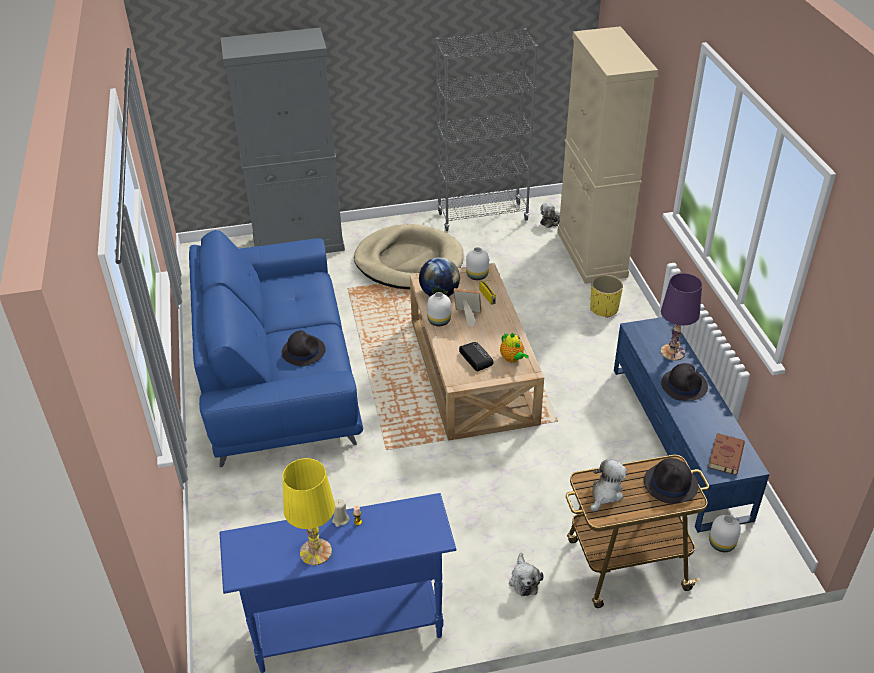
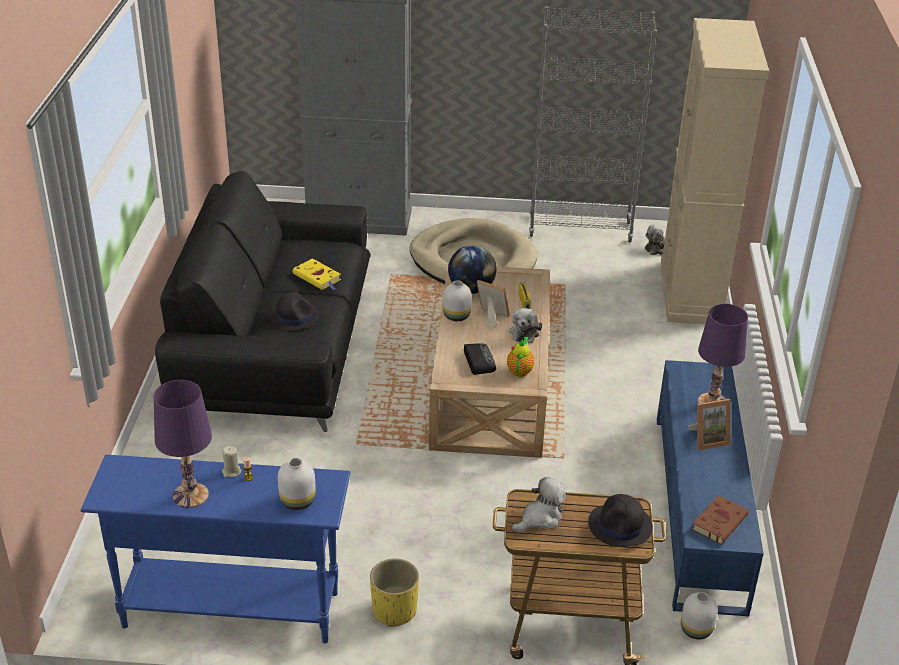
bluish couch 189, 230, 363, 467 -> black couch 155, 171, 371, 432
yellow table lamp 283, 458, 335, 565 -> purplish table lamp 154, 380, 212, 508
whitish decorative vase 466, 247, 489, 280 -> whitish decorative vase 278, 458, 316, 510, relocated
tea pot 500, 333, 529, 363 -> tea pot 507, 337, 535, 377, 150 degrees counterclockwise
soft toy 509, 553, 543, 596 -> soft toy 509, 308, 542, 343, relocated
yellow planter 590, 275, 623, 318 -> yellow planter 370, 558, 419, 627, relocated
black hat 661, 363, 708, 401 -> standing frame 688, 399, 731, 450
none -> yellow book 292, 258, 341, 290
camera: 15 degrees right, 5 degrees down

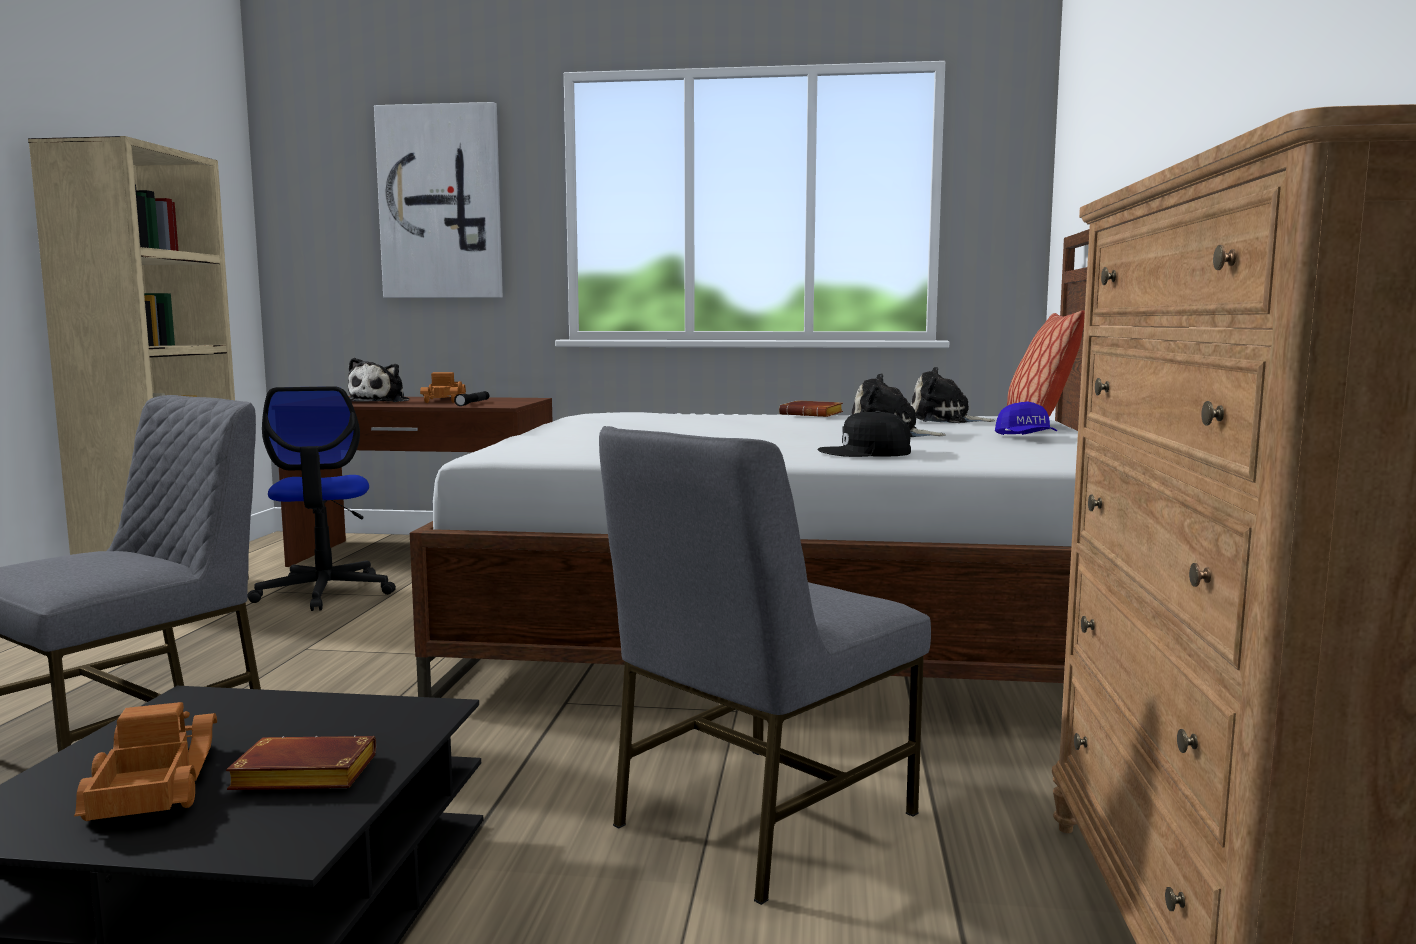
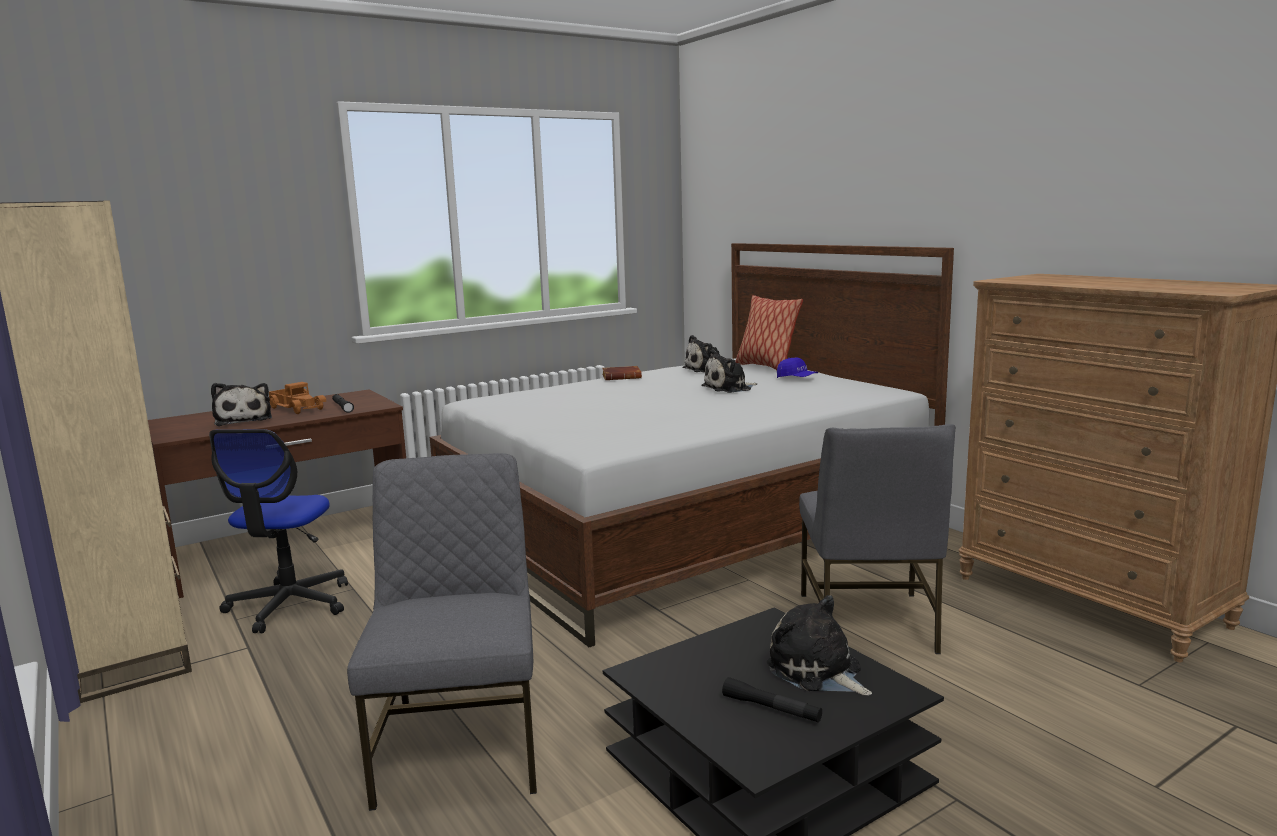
toy truck 74, 702, 217, 821 -> black hand torch 722, 677, 822, 723
brown book 226, 735, 376, 790 -> soft toy 767, 595, 872, 696
office chair 247, 386, 396, 611 -> office chair 209, 429, 348, 633, 60 degrees clockwise
wall art 374, 102, 503, 298 -> none
black peaked cap 817, 411, 911, 457 -> none
camera: 40 degrees left, 5 degrees up

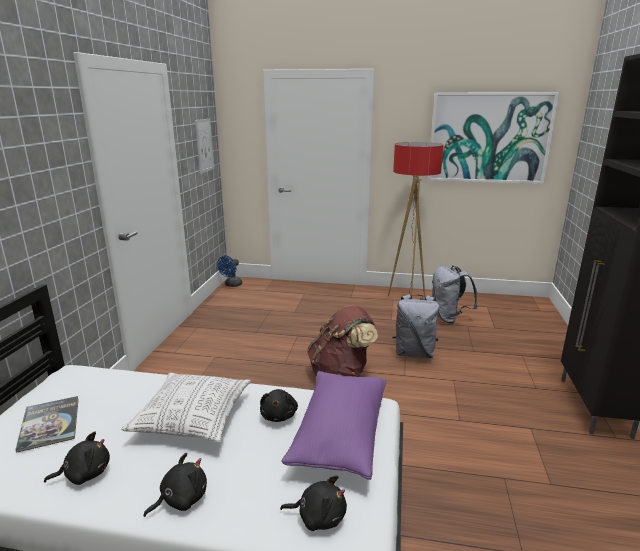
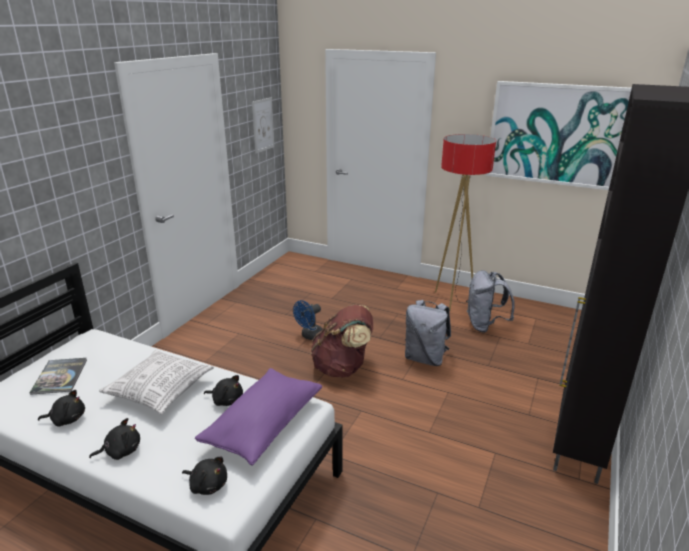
bluish cooling fan 217, 255, 242, 287 -> bluish cooling fan 293, 300, 322, 340, relocated
black soft toy 260, 389, 298, 422 -> black soft toy 204, 375, 243, 406, 90 degrees counterclockwise
camera: 15 degrees right, 5 degrees up

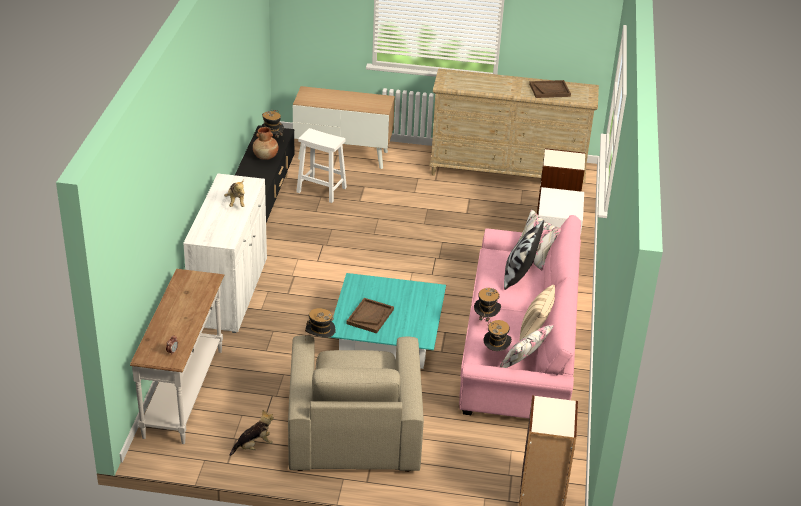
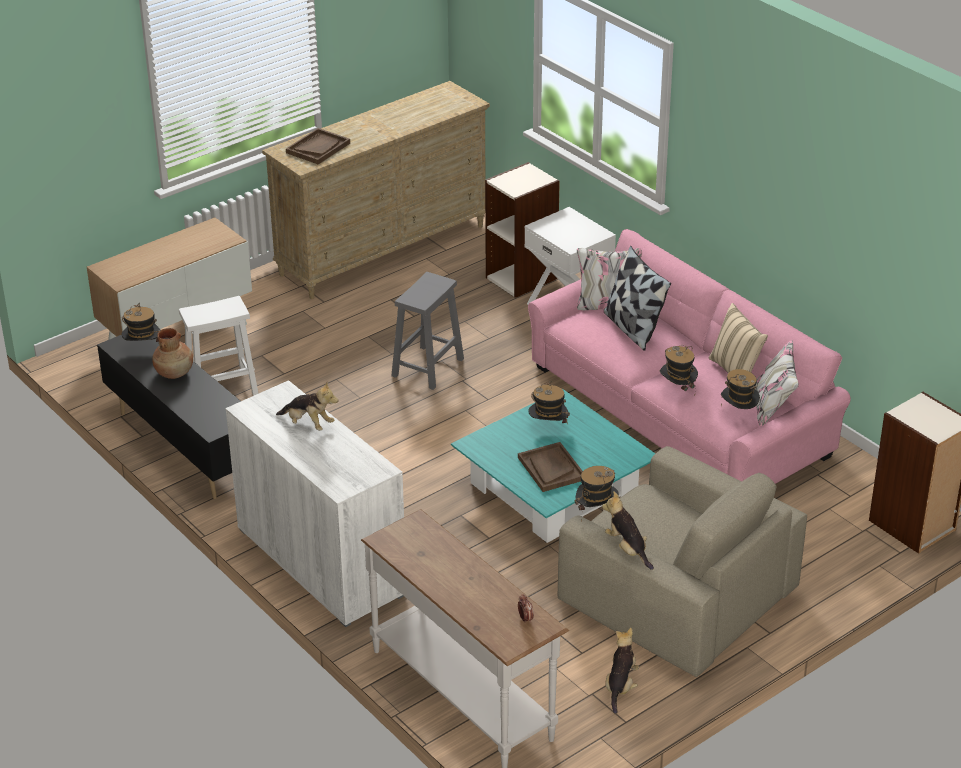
brown carrying tray 529, 80, 571, 98 -> brown carrying tray 286, 128, 350, 164, relocated
none -> grey sitting stool 391, 272, 464, 390
none -> hat 528, 381, 570, 424
none -> soft toy 602, 491, 654, 570
camera: 45 degrees left, 0 degrees up

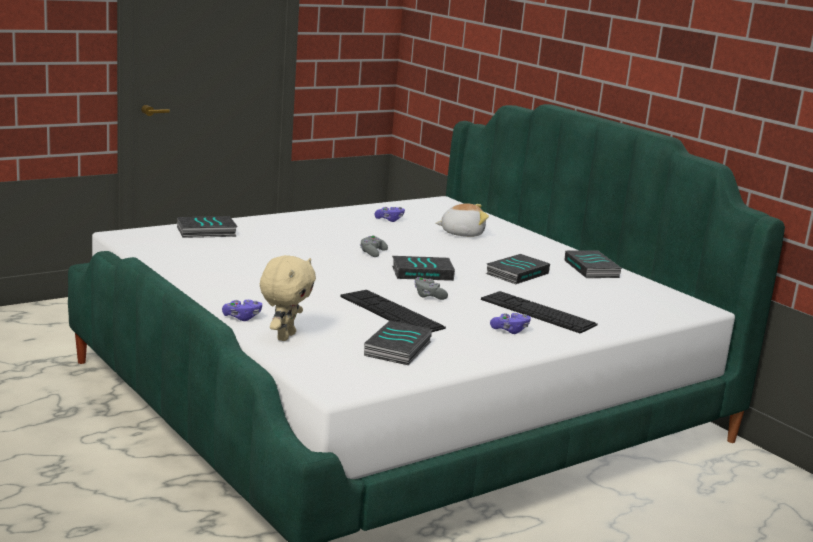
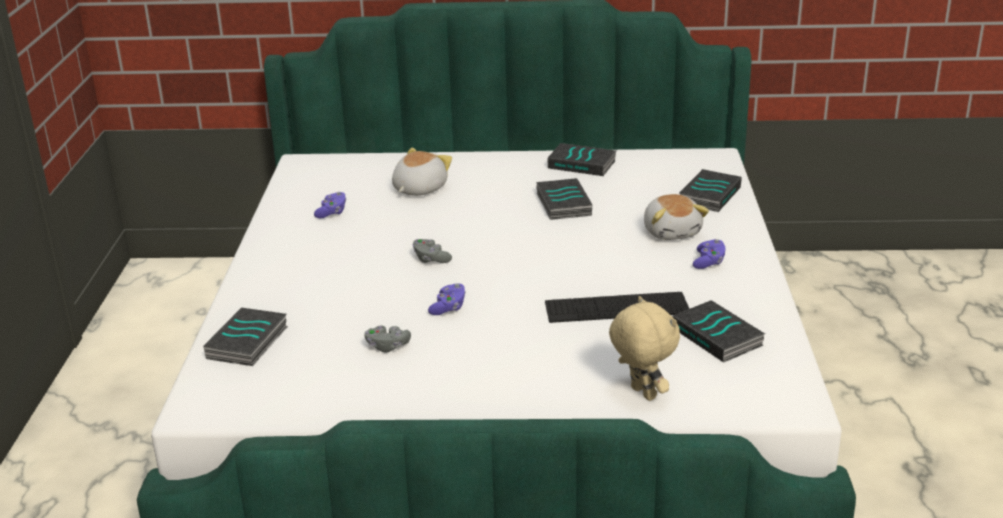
purplish game controller 222, 300, 262, 321 -> purplish game controller 428, 283, 466, 315, relocated
book 392, 256, 455, 281 -> book 679, 169, 742, 212, relocated
grey game controller 414, 277, 448, 300 -> grey game controller 364, 325, 411, 352, relocated
PC keyboard 481, 291, 598, 333 -> soft toy 644, 194, 709, 240
camera: 50 degrees left, 10 degrees up

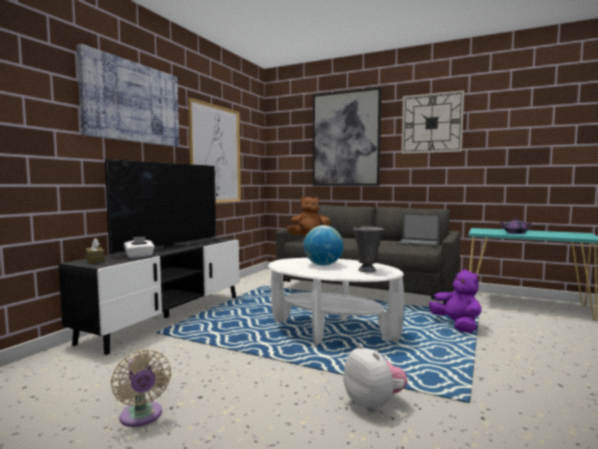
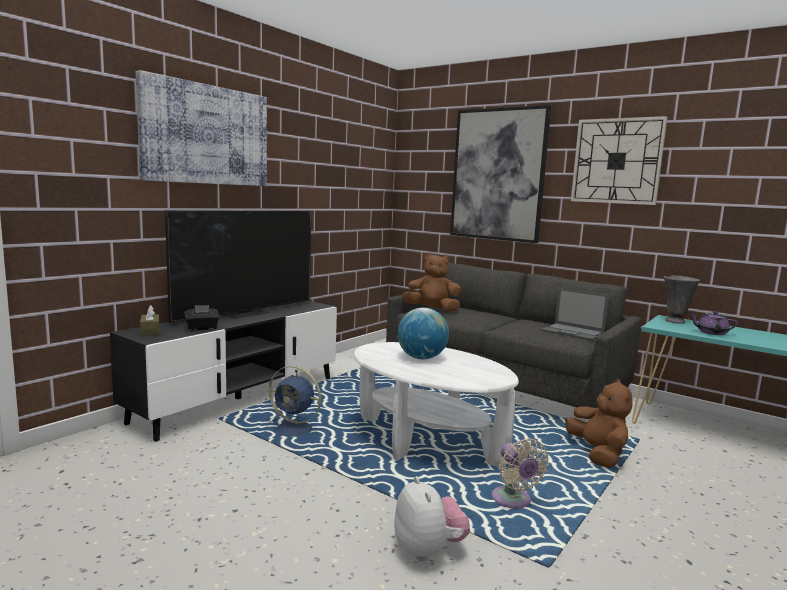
beige cooling fan 111, 349, 171, 427 -> beige cooling fan 491, 438, 549, 508, relocated
whitish tissue holder 124, 236, 155, 258 -> black tissue holder 185, 305, 219, 330
wall art 188, 98, 241, 203 -> none
grey decorative vase 353, 227, 384, 272 -> grey decorative vase 664, 275, 700, 324, relocated
purplish soft toy 429, 268, 482, 333 -> brown soft toy 565, 379, 633, 468
none -> bluish cooling fan 264, 366, 321, 437
camera: 10 degrees right, 5 degrees up

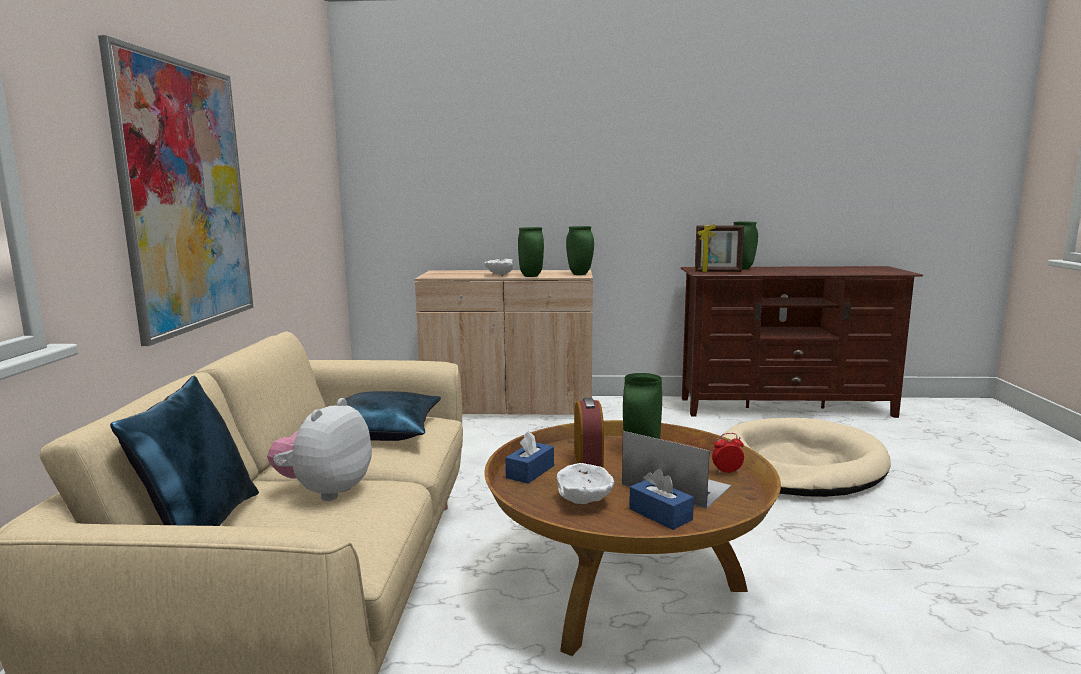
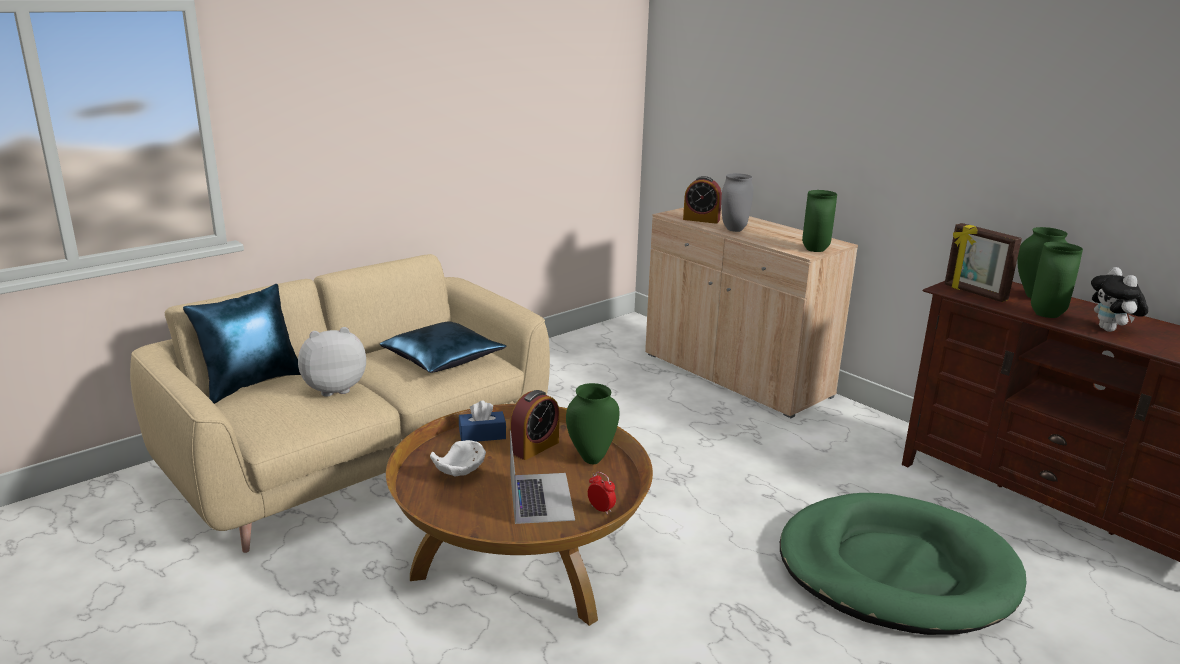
wall art 98, 35, 254, 346 -> none
whitish deep dish 484, 259, 513, 276 -> grey decorative vase 721, 173, 753, 232
greenish decorative vase 518, 227, 544, 277 -> greenish decorative vase 1031, 242, 1083, 318, relocated
bluish tissue holder 629, 469, 694, 530 -> none
beige dog bed 723, 418, 891, 497 -> greenish dog bed 780, 493, 1026, 635
none -> table clock 683, 176, 722, 224
none -> soft toy 1091, 267, 1148, 332
camera: 45 degrees right, 10 degrees up

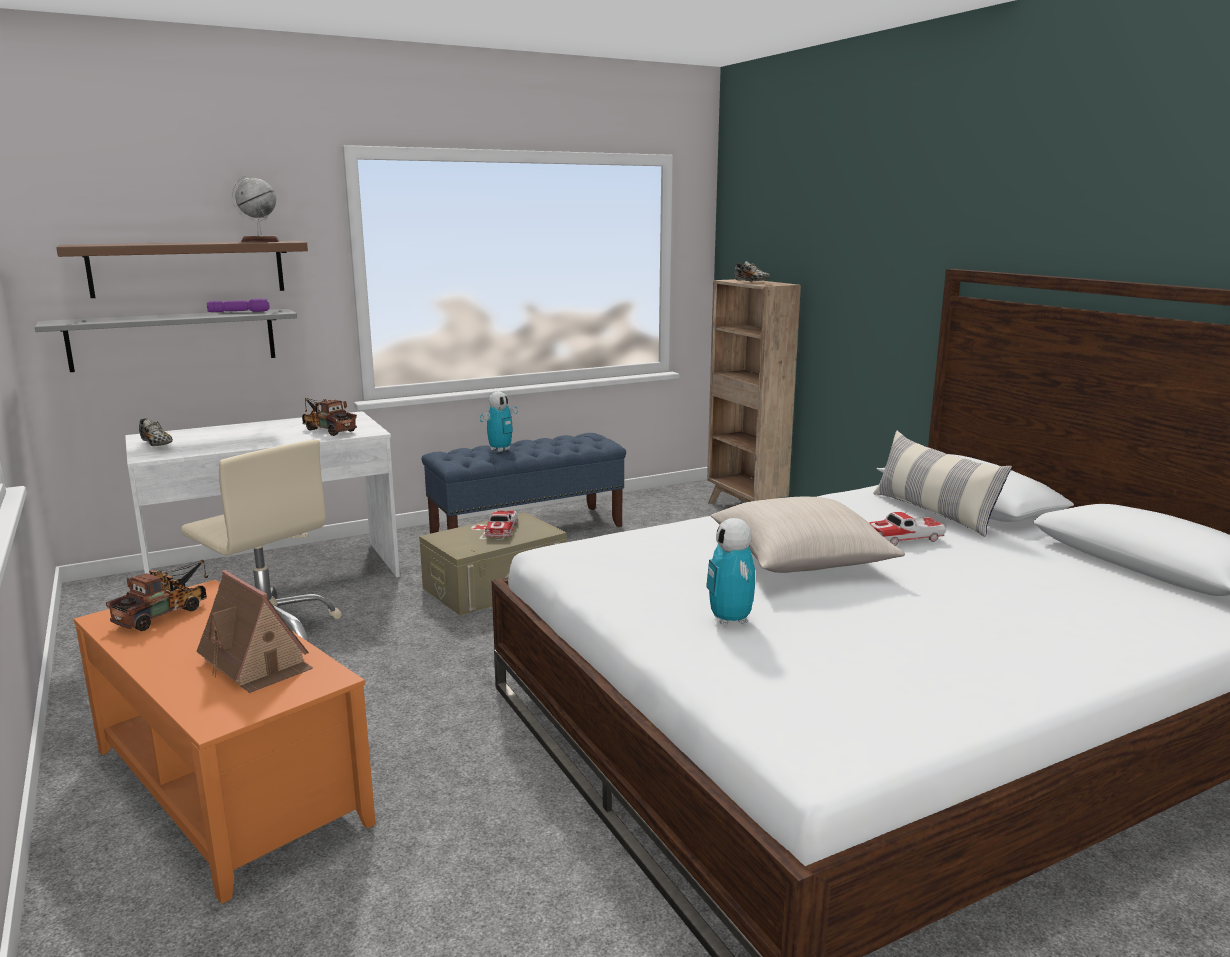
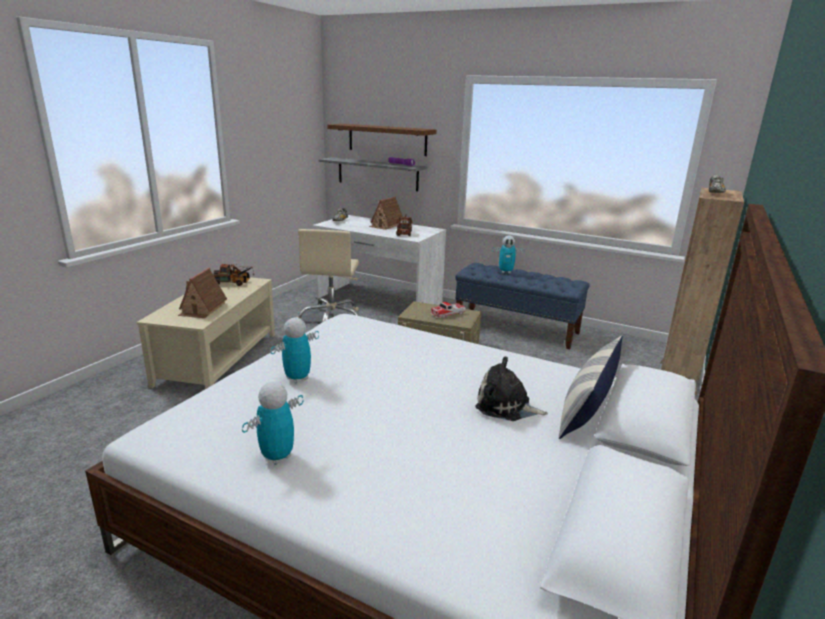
orangey low table 74, 579, 376, 904 -> beige low table 137, 277, 275, 389
globe 231, 176, 279, 242 -> none
beige pillow 710, 497, 905, 573 -> none
model car 869, 512, 946, 546 -> soft toy 475, 357, 548, 421
none -> toy robot 242, 382, 303, 465
none -> model house 369, 197, 403, 230
camera: 55 degrees right, 5 degrees up

